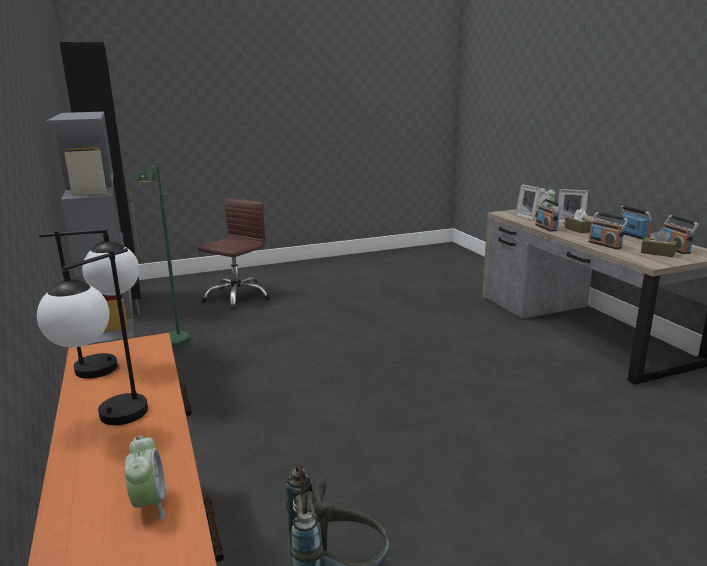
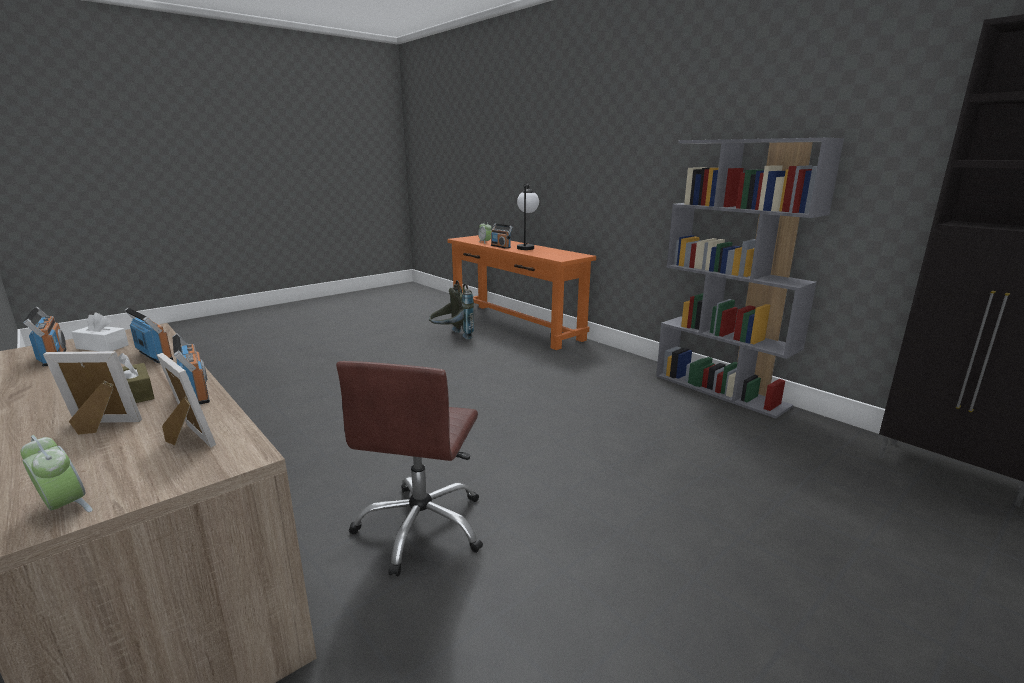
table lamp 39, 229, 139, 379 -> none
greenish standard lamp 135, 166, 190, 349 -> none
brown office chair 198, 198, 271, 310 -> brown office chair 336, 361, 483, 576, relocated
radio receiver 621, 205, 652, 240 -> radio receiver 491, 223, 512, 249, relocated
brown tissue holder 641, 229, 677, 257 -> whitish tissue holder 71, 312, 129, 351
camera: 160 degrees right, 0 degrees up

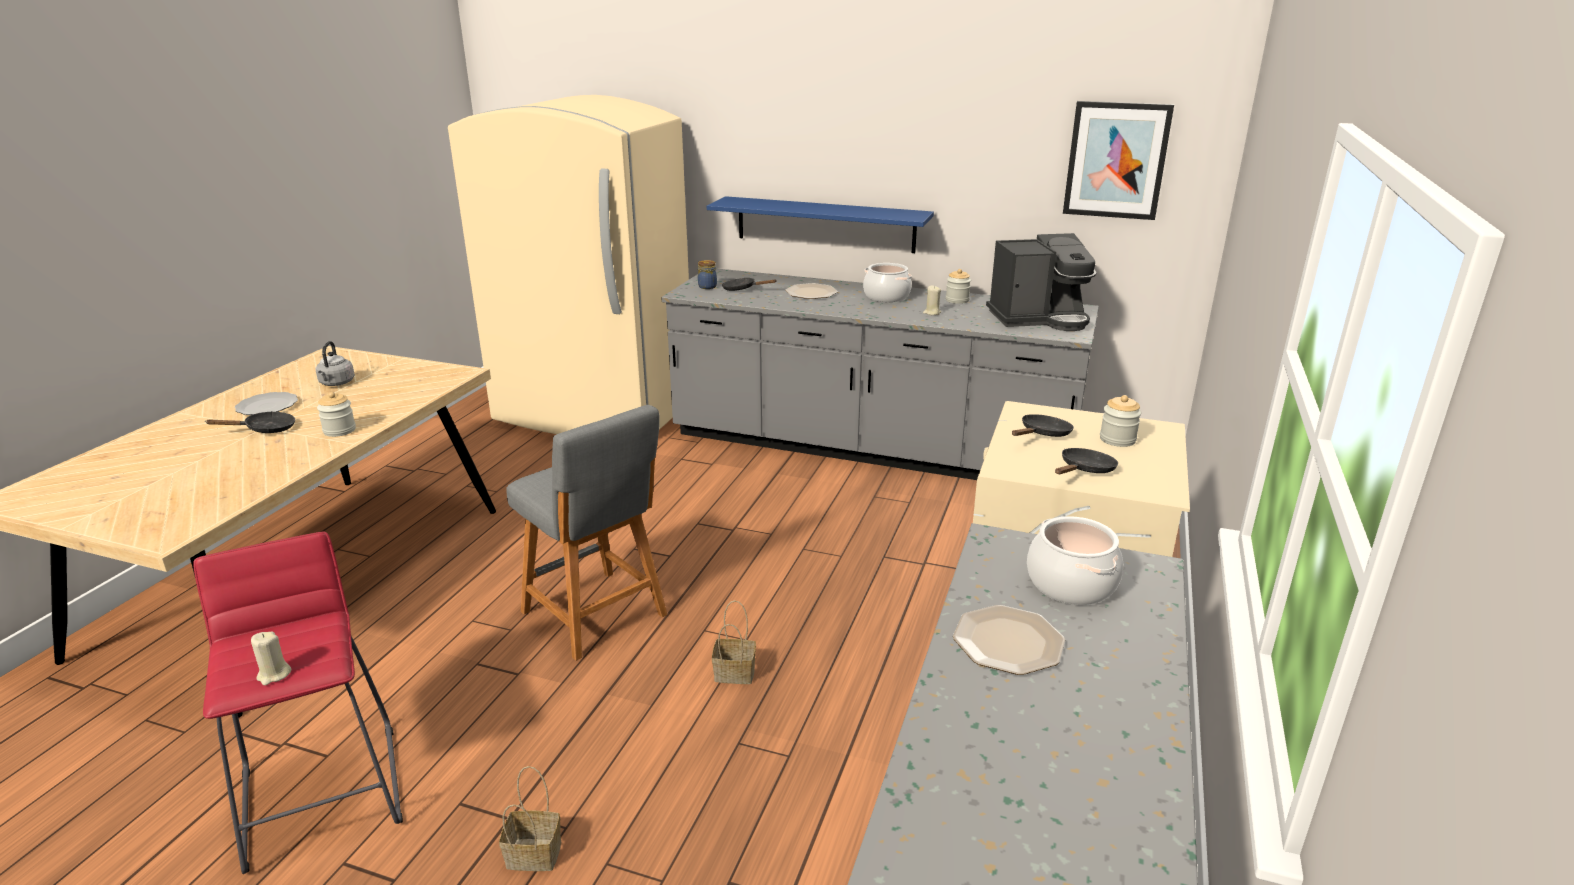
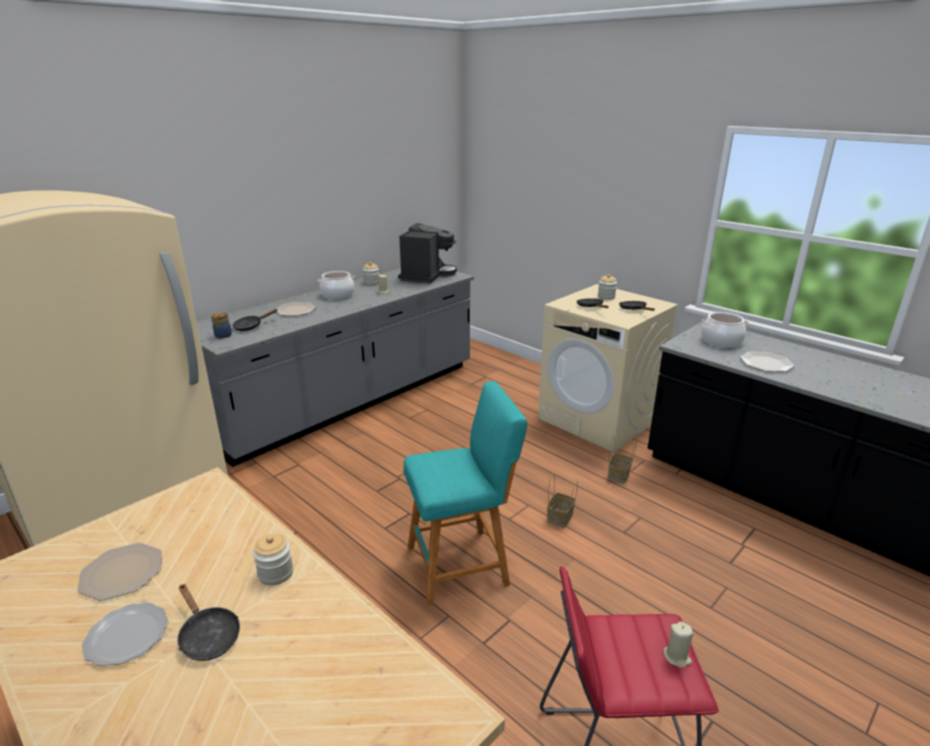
black pan 207, 411, 295, 433 -> black pan 177, 584, 240, 661, 135 degrees clockwise
grey kettle 316, 341, 355, 386 -> plate 77, 543, 162, 601
household basket 499, 766, 561, 871 -> household basket 608, 435, 637, 484, relocated
grey sitting stool 506, 405, 668, 661 -> turquoise sitting stool 404, 381, 527, 606
bluish shelf 707, 196, 934, 253 -> none
wall art 1063, 101, 1174, 220 -> none
camera: 65 degrees left, 0 degrees up

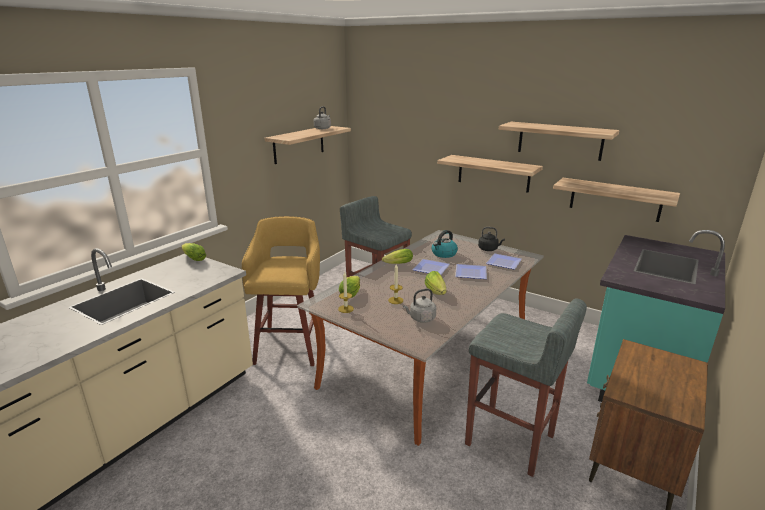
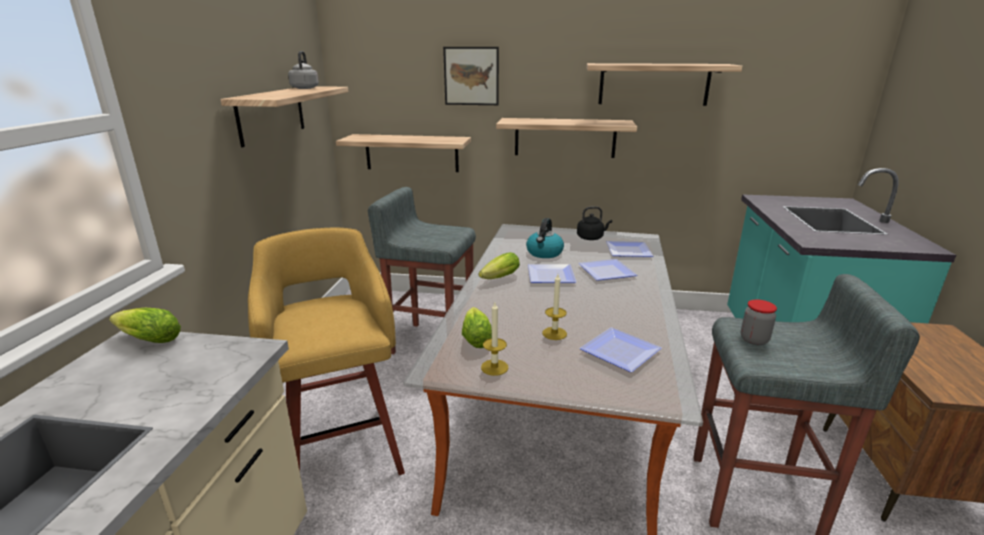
grey kettle 403, 288, 436, 323 -> plate 580, 327, 662, 372
lettuce head 425, 271, 447, 295 -> none
shelf 553, 178, 680, 222 -> shelf 336, 134, 471, 172, relocated
none -> wall art 443, 47, 499, 105
none -> jar 741, 299, 777, 345
camera: 25 degrees left, 0 degrees up

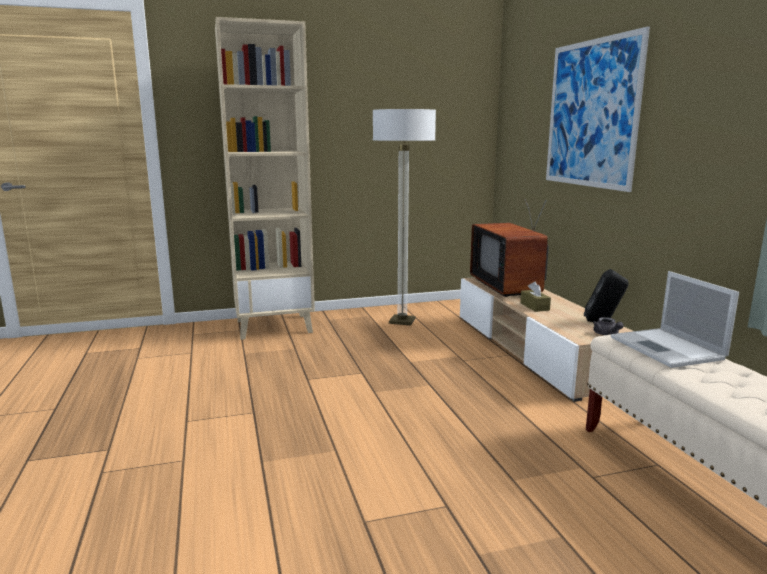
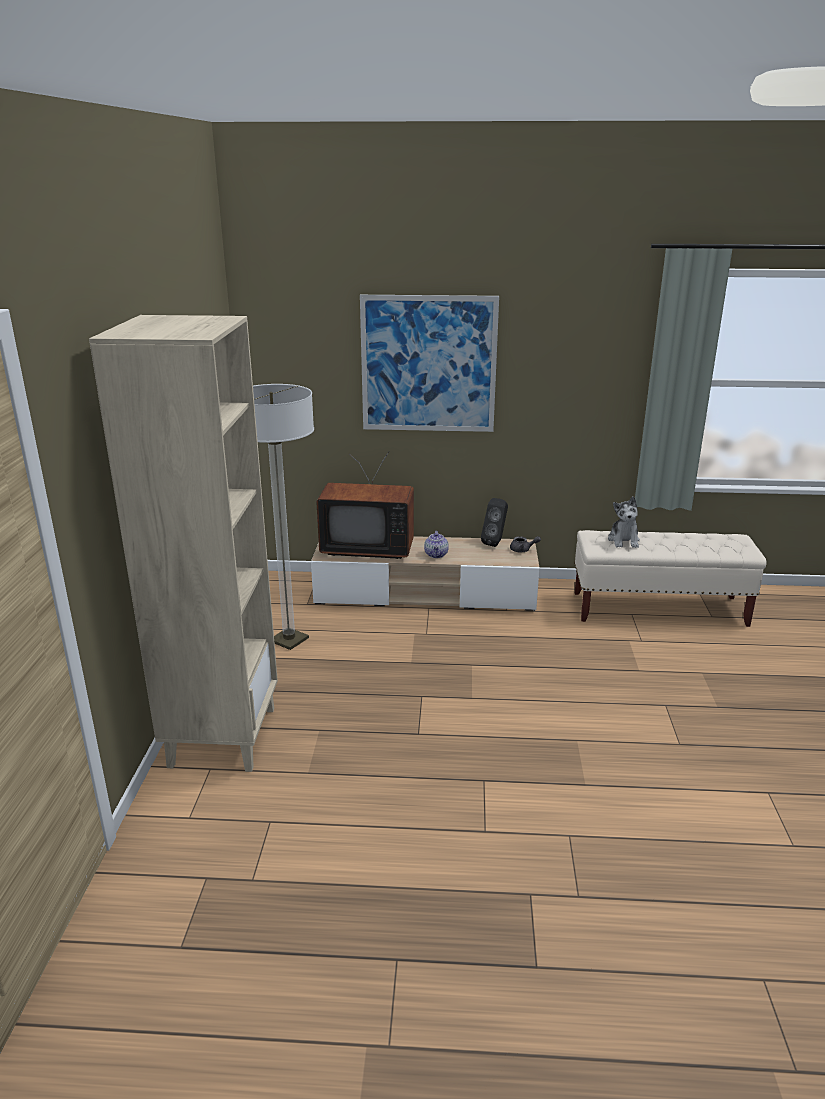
brown tissue holder 520, 282, 551, 312 -> tea pot 424, 531, 449, 558
portable computer 611, 271, 739, 368 -> soft toy 608, 496, 640, 548
camera: 70 degrees left, 10 degrees up

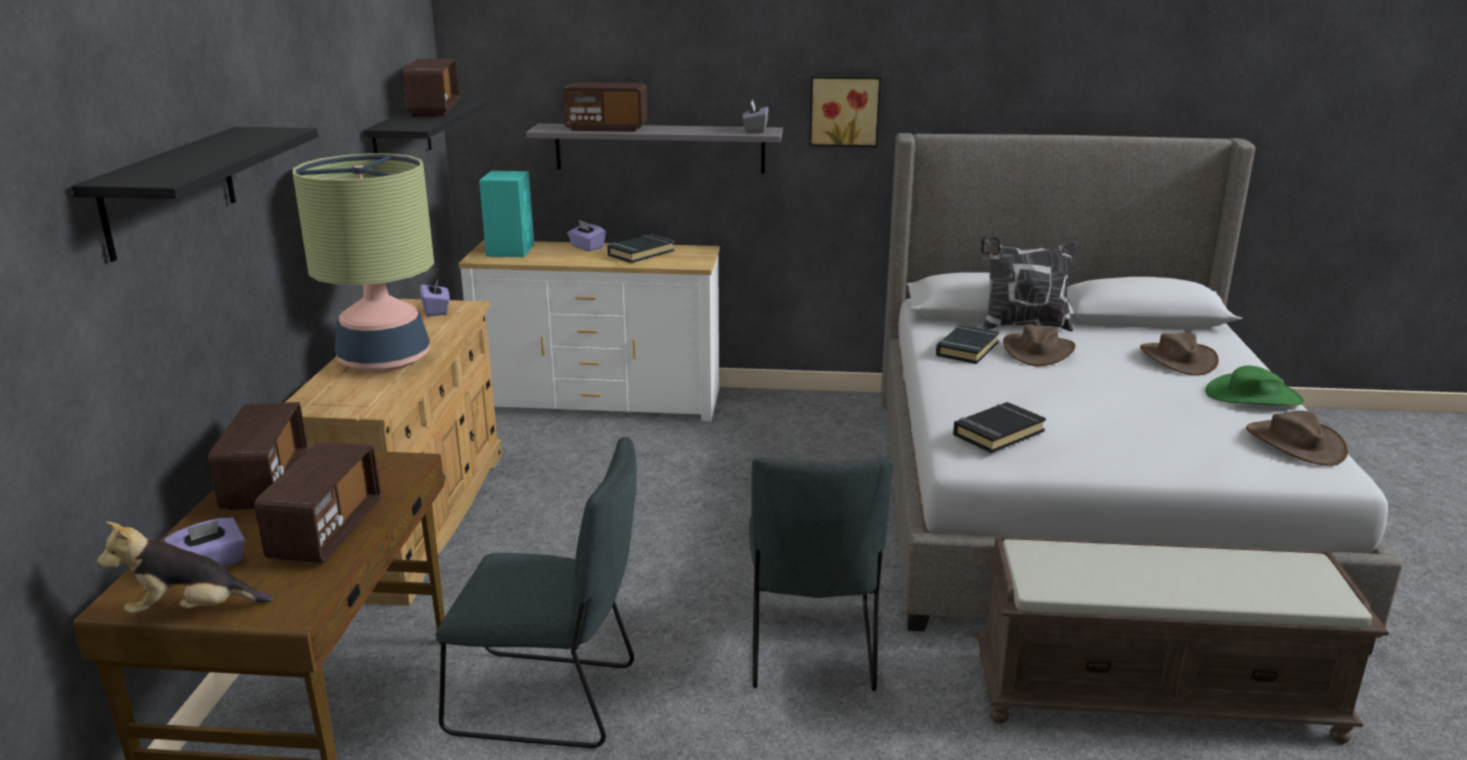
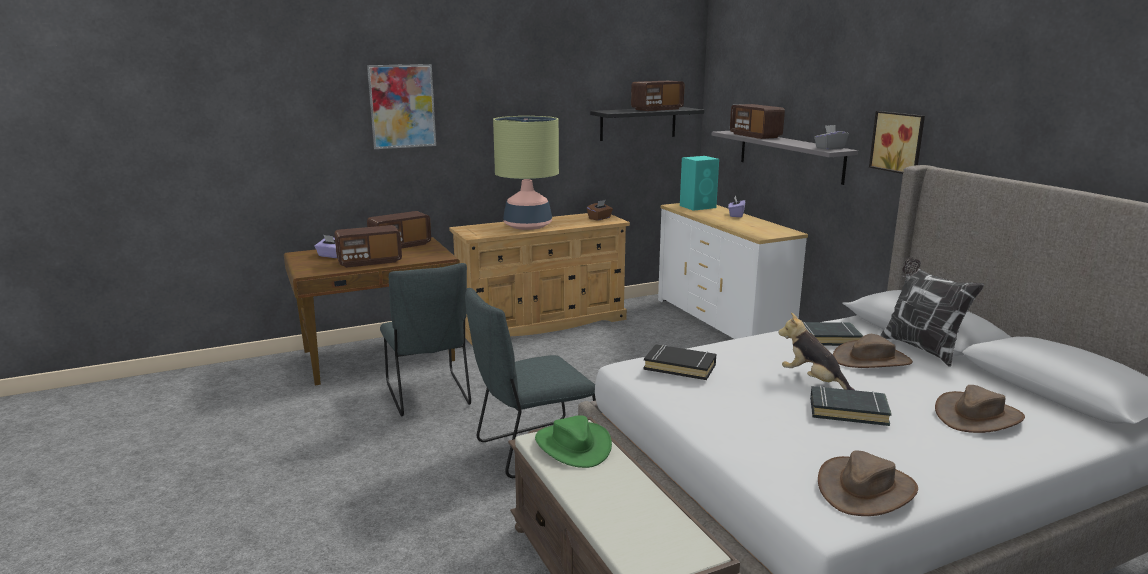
black shelf 71, 127, 318, 262 -> wall art 367, 64, 436, 149
soft toy 97, 522, 273, 614 -> soft toy 778, 313, 856, 391, relocated
purplish tissue holder 420, 279, 450, 316 -> brown tissue holder 587, 200, 613, 221
black book 607, 234, 675, 263 -> black book 810, 386, 892, 426, relocated
greenish hat 1205, 365, 1304, 405 -> greenish hat 535, 415, 612, 468, relocated
camera: 60 degrees right, 5 degrees down

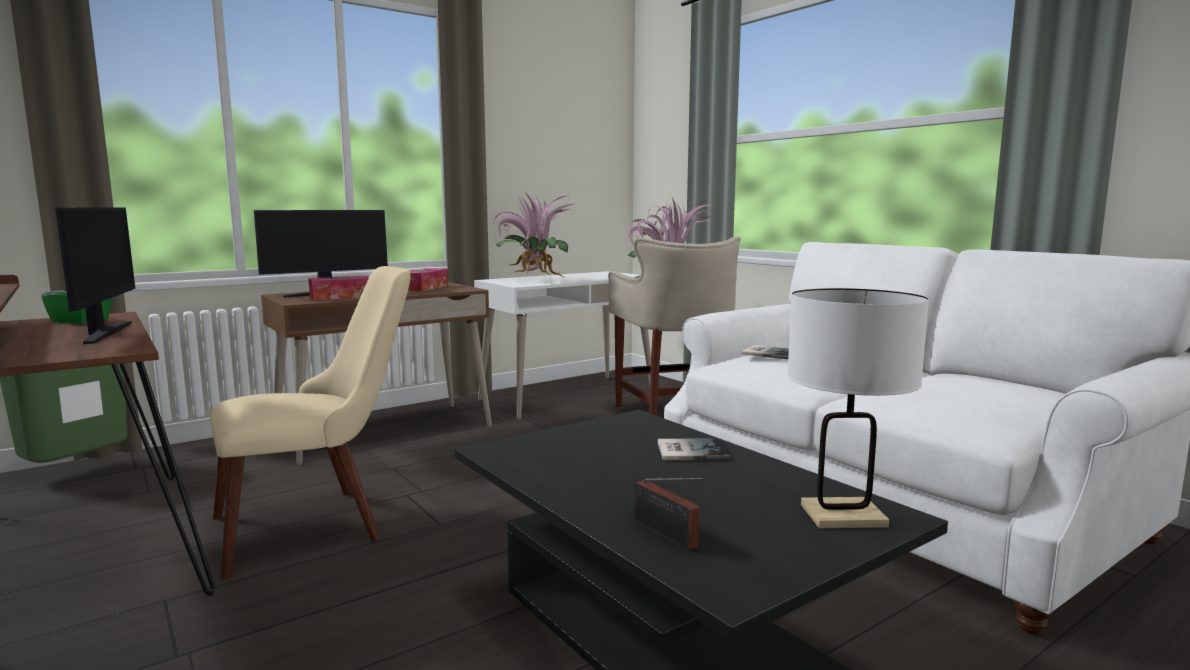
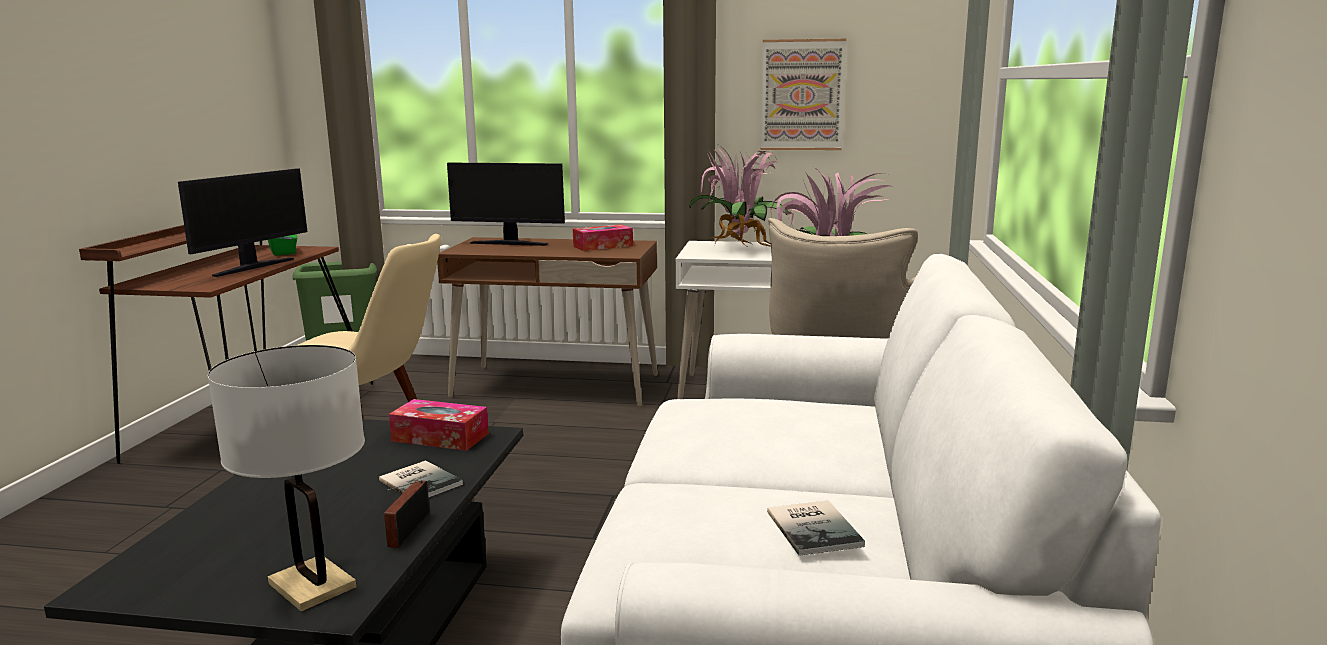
tissue holder 308, 276, 369, 301 -> tissue holder 389, 399, 489, 451, relocated
radio receiver 634, 478, 706, 550 -> radio receiver 384, 480, 430, 548, relocated
book 741, 345, 789, 360 -> book 767, 500, 865, 556, relocated
none -> wall art 760, 39, 846, 150
camera: 45 degrees right, 5 degrees up

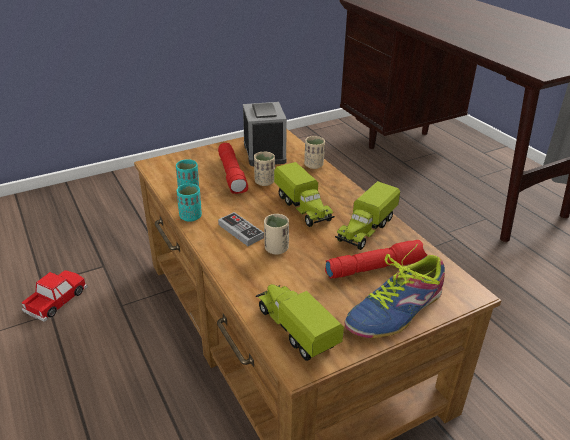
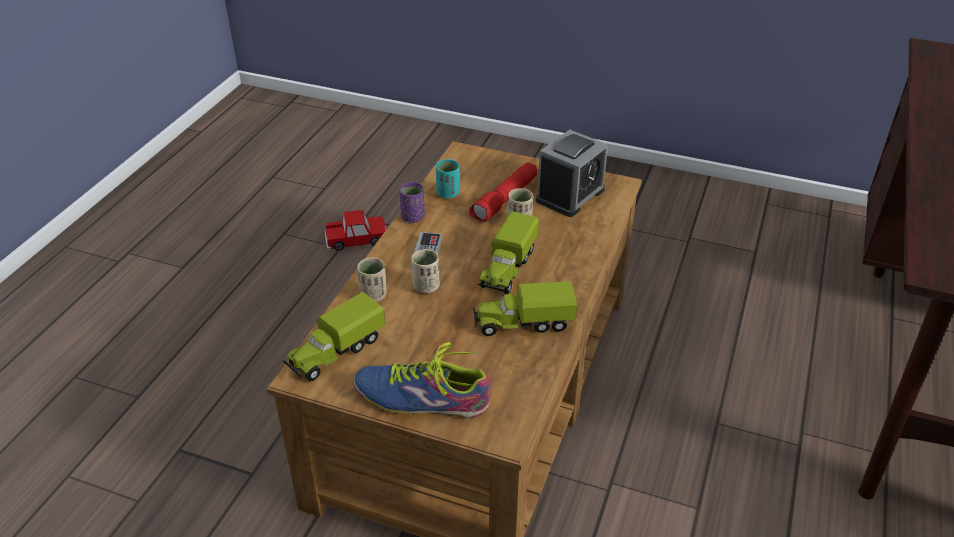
turquoise cup 177, 184, 202, 222 -> purplish cup 399, 182, 425, 223
toy truck 256, 284, 344, 361 -> toy truck 283, 292, 385, 381, 150 degrees counterclockwise
beige cup 304, 136, 325, 169 -> beige cup 357, 257, 387, 302, relocated
reddish hand torch 325, 240, 427, 279 -> none
camera: 50 degrees right, 5 degrees up

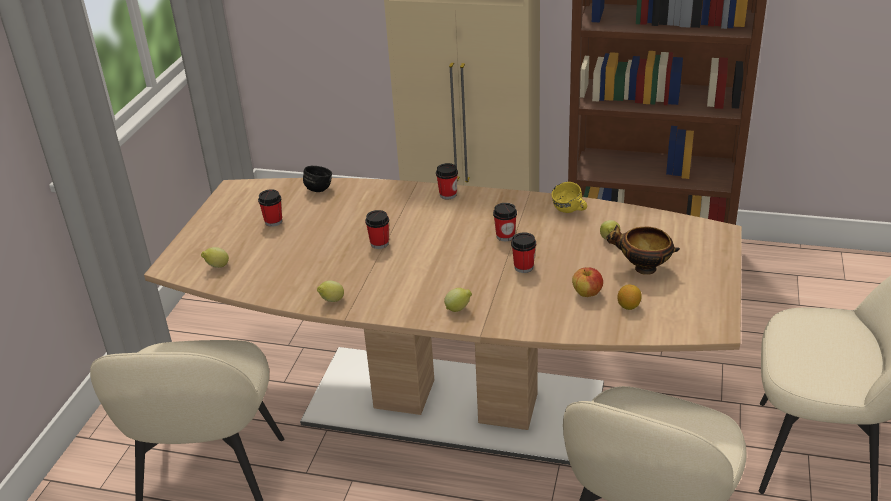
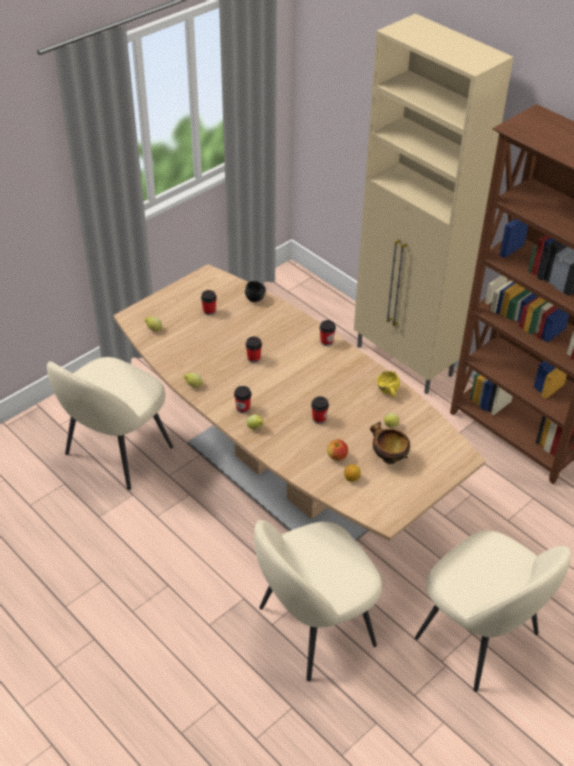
cup 493, 203, 517, 241 -> cup 234, 386, 252, 413, relocated
camera: 30 degrees right, 10 degrees up

